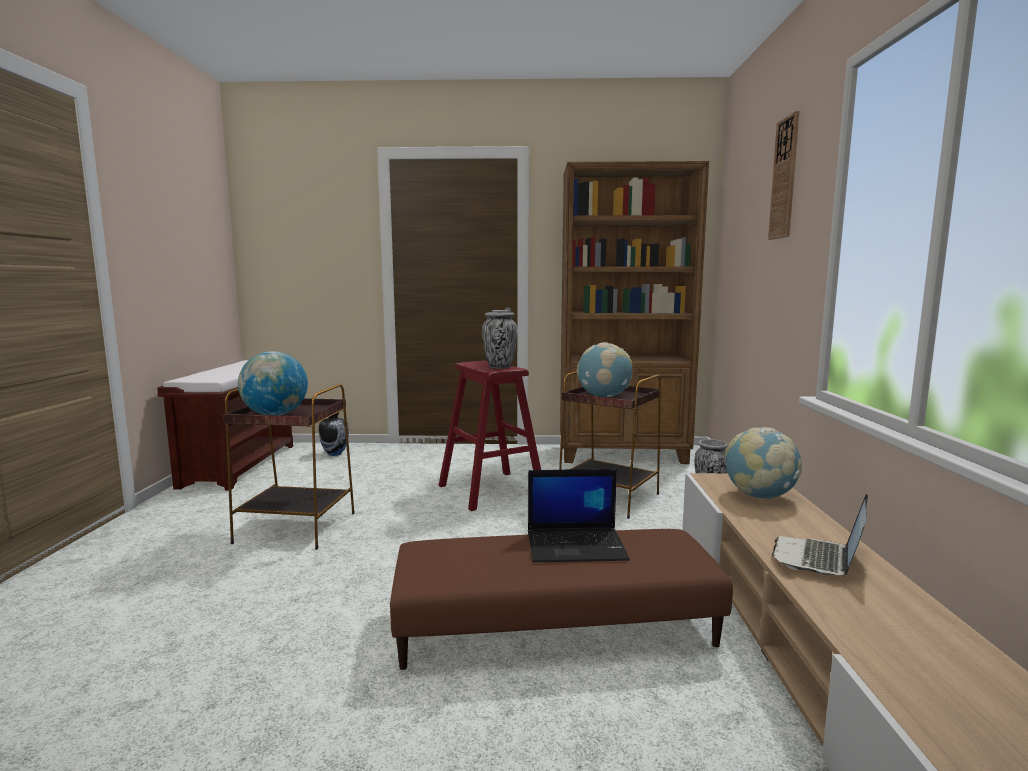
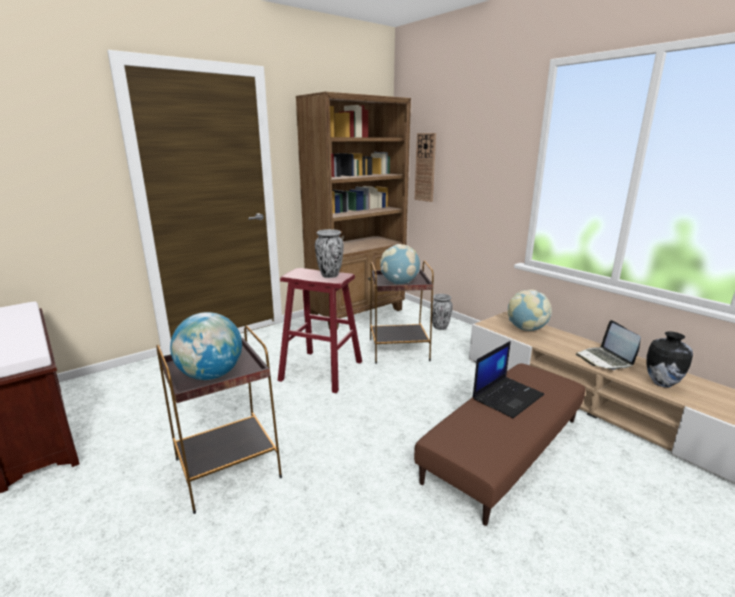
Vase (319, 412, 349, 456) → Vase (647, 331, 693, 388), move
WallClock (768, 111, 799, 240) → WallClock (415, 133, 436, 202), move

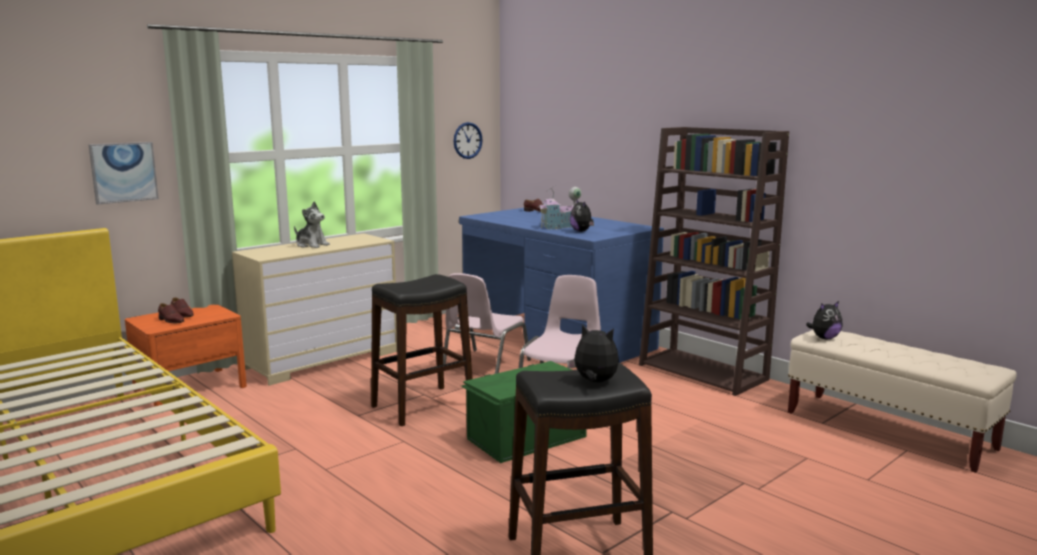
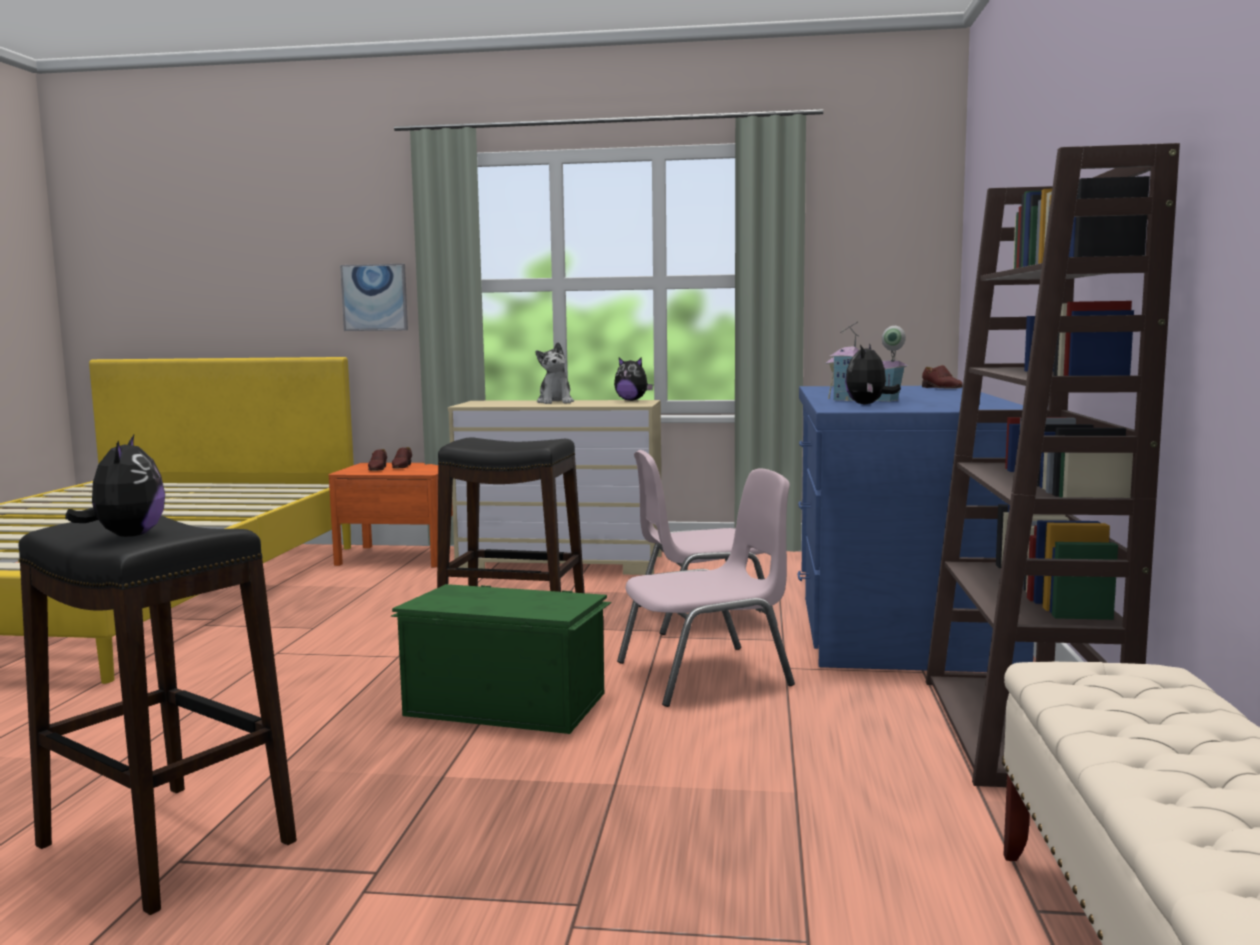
WallClock (453, 122, 483, 159) → -
PlushToy (806, 301, 843, 339) → PlushToy (614, 357, 653, 401), move

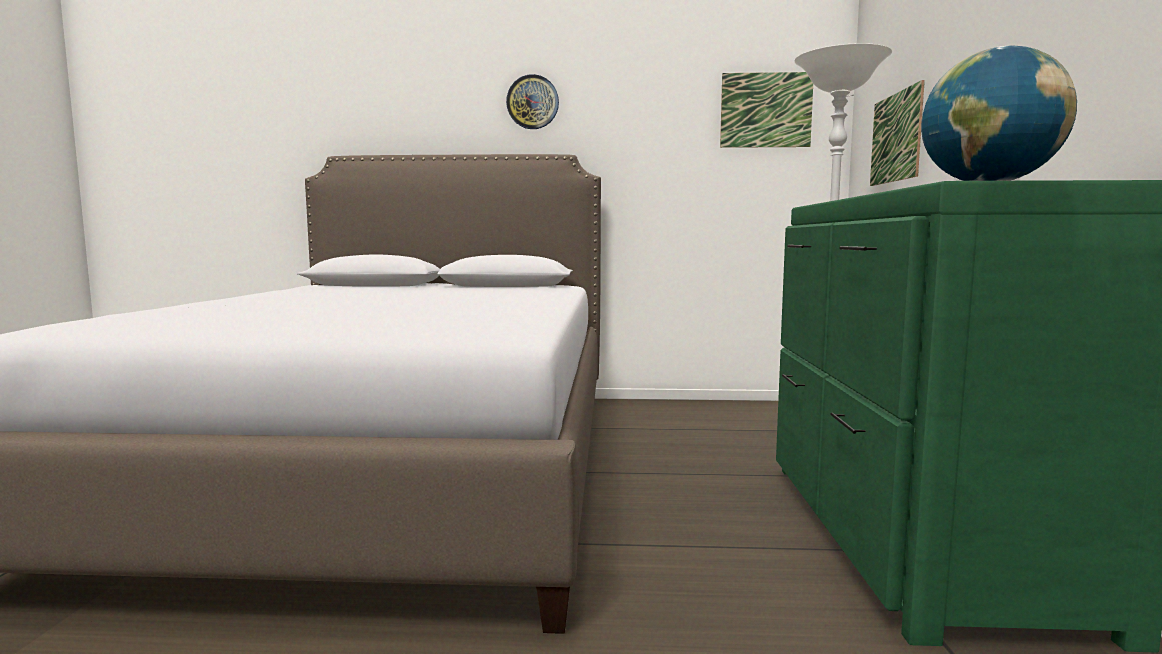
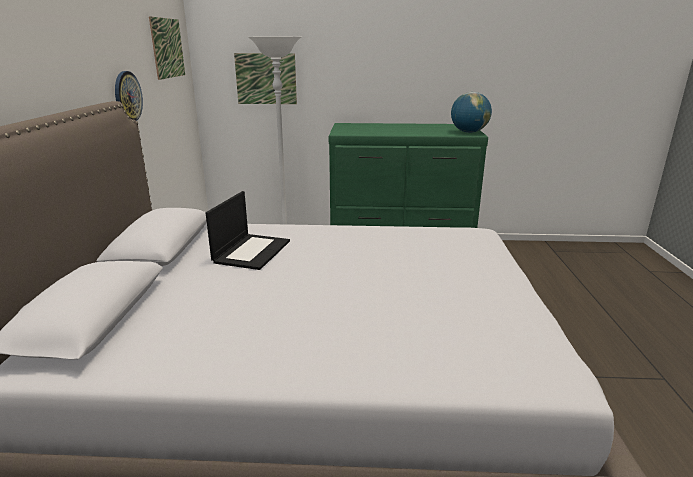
- → Laptop (206, 191, 290, 270)
WallClock (506, 74, 559, 129) → WallClock (115, 71, 143, 121), move

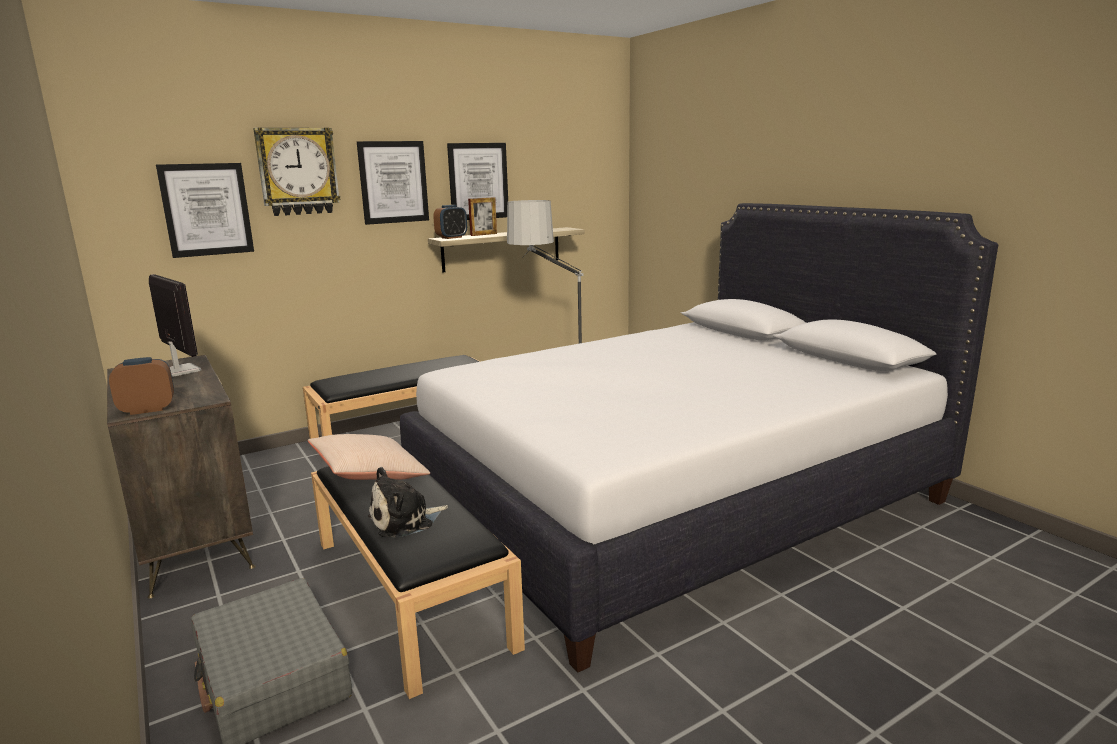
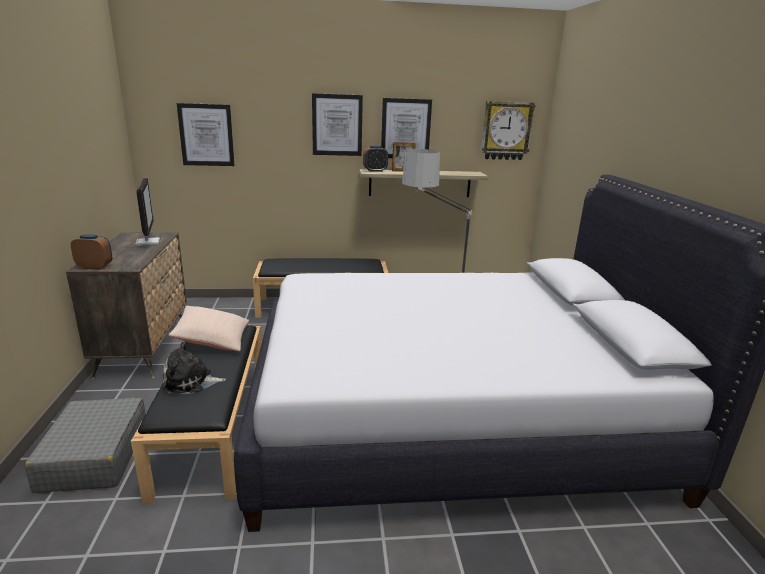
WallClock (253, 127, 340, 216) → WallClock (481, 101, 536, 160), move

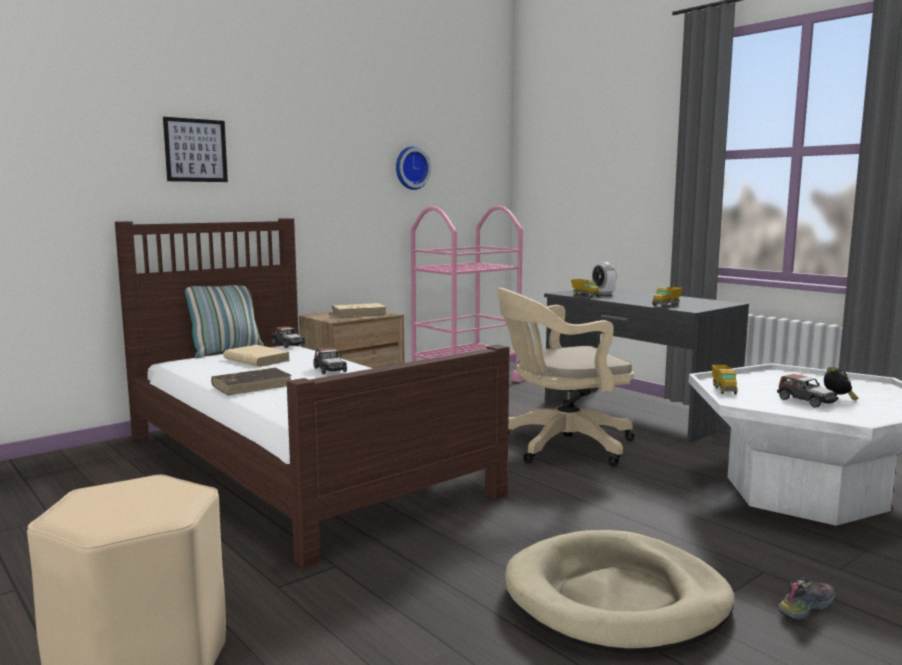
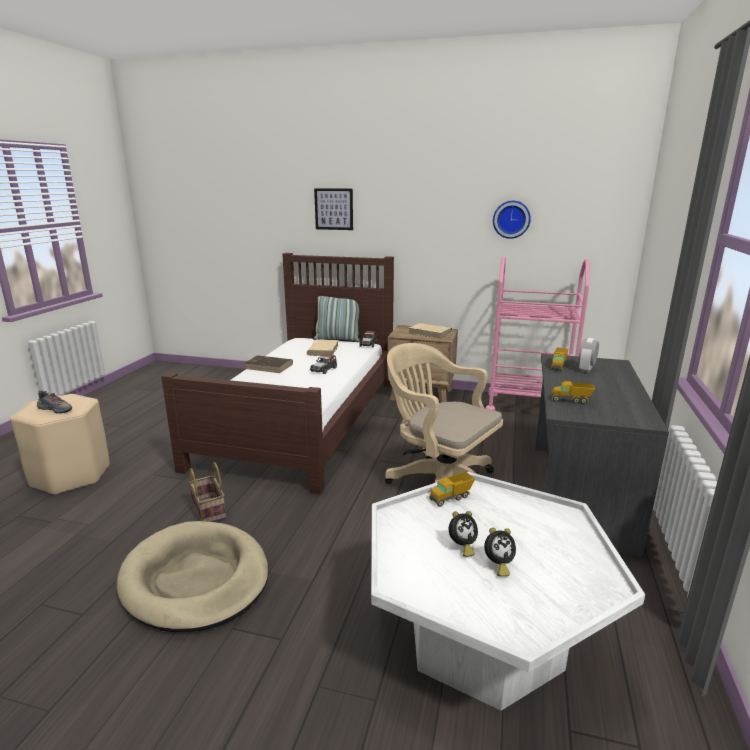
- → Basket (189, 462, 226, 522)
Shoe (778, 577, 835, 621) → Shoe (37, 390, 72, 414), move
ToyCar (777, 374, 839, 407) → AlarmClock (449, 511, 478, 557)

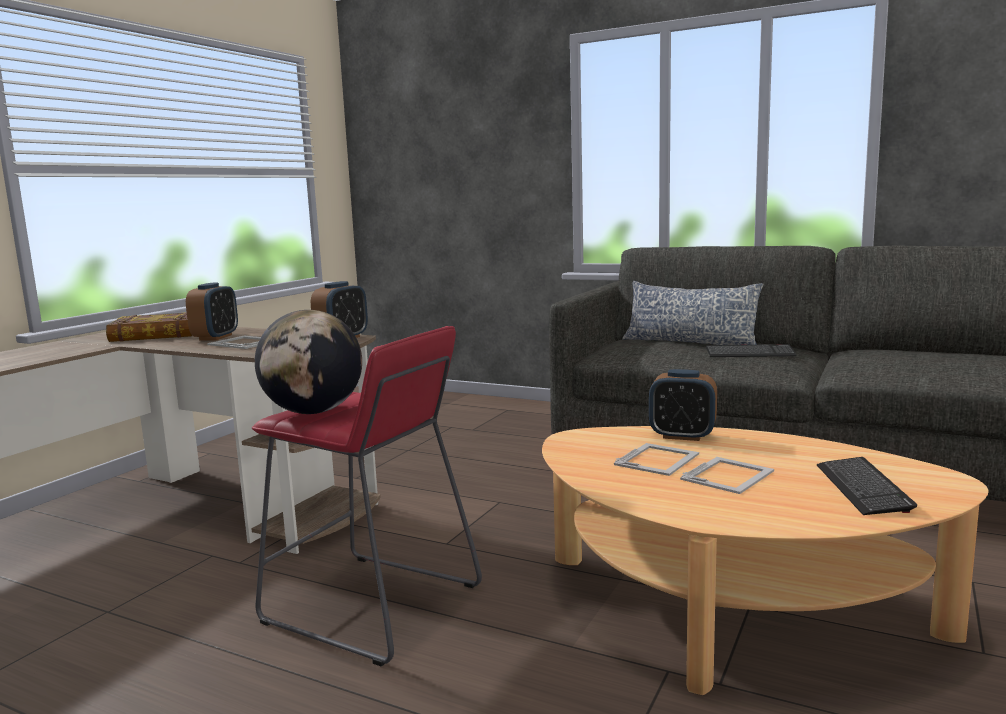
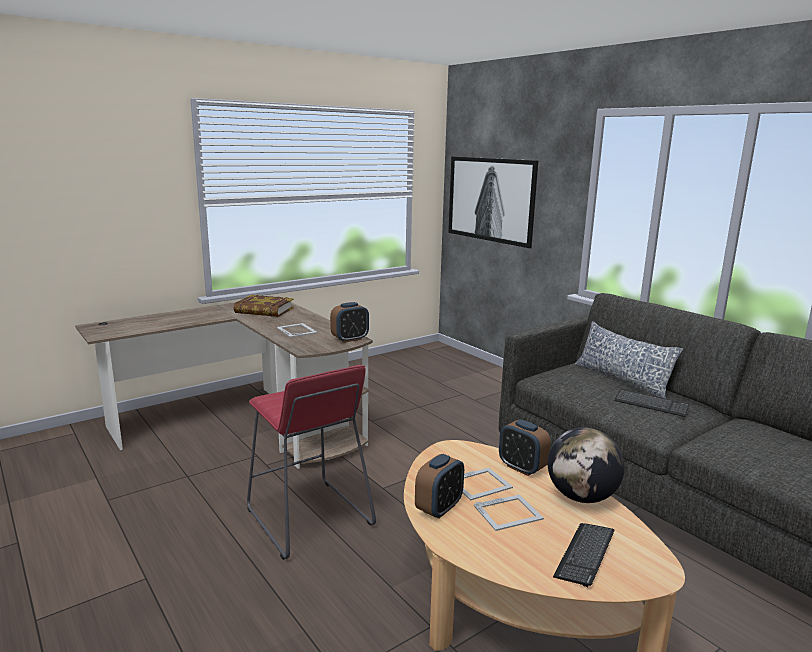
- → Picture (448, 157, 538, 248)
AlarmClock (186, 283, 238, 340) → AlarmClock (415, 454, 464, 519), move
Globe (255, 310, 362, 414) → Globe (547, 427, 625, 503), move

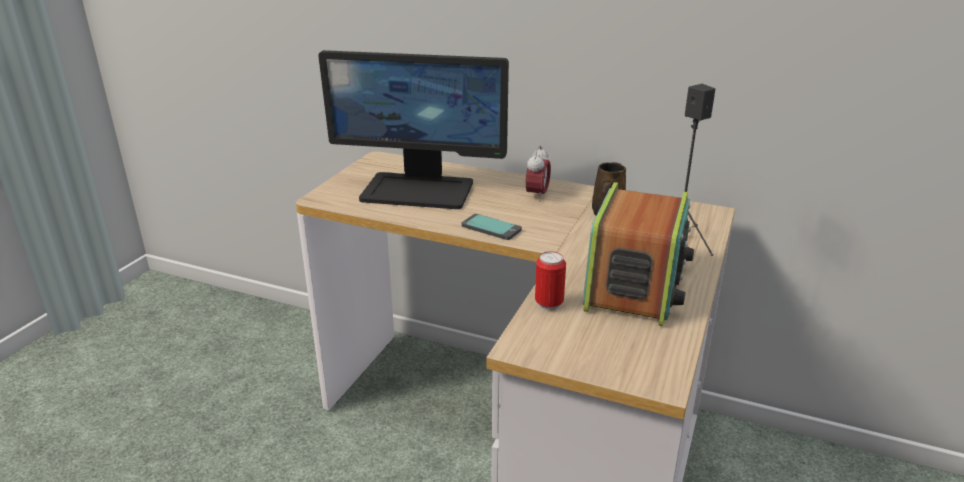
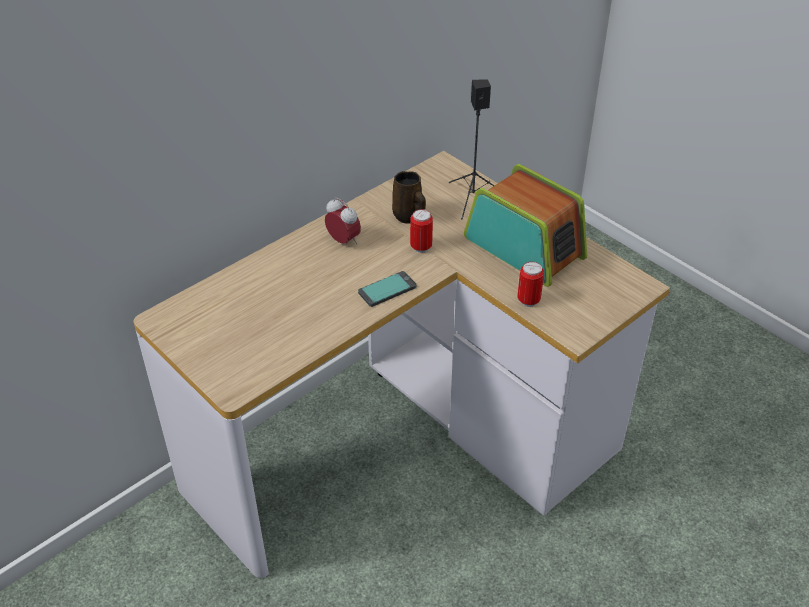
Monitor (318, 50, 509, 209) → -
- → Can (410, 209, 433, 253)

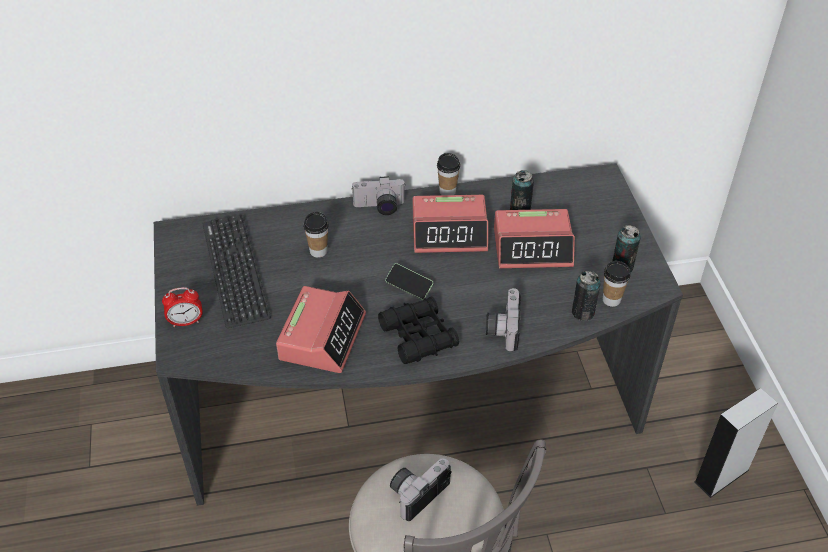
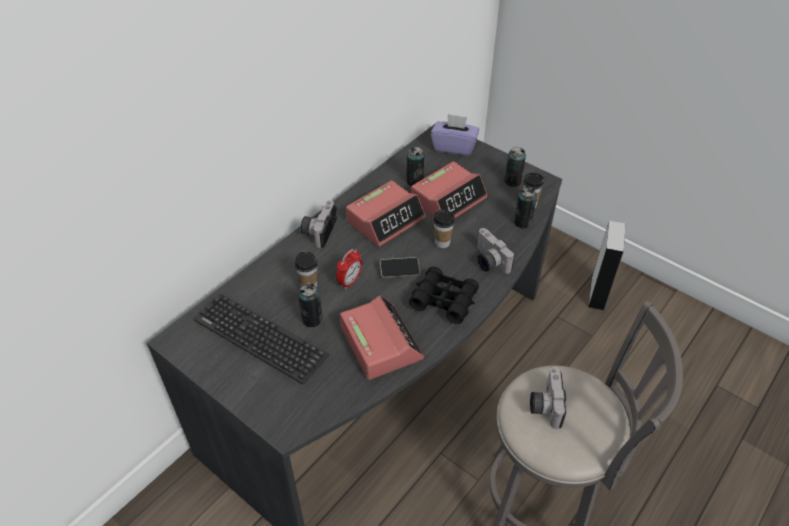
- → Can (298, 283, 323, 328)
- → PurpleTissueBox (431, 114, 479, 155)
AlarmClock (162, 287, 203, 327) → AlarmClock (336, 249, 363, 290), move
Cup (437, 153, 460, 195) → Cup (433, 209, 455, 248), move
PhotoCamera (352, 176, 406, 215) → PhotoCamera (301, 201, 337, 248), 150 degrees clockwise

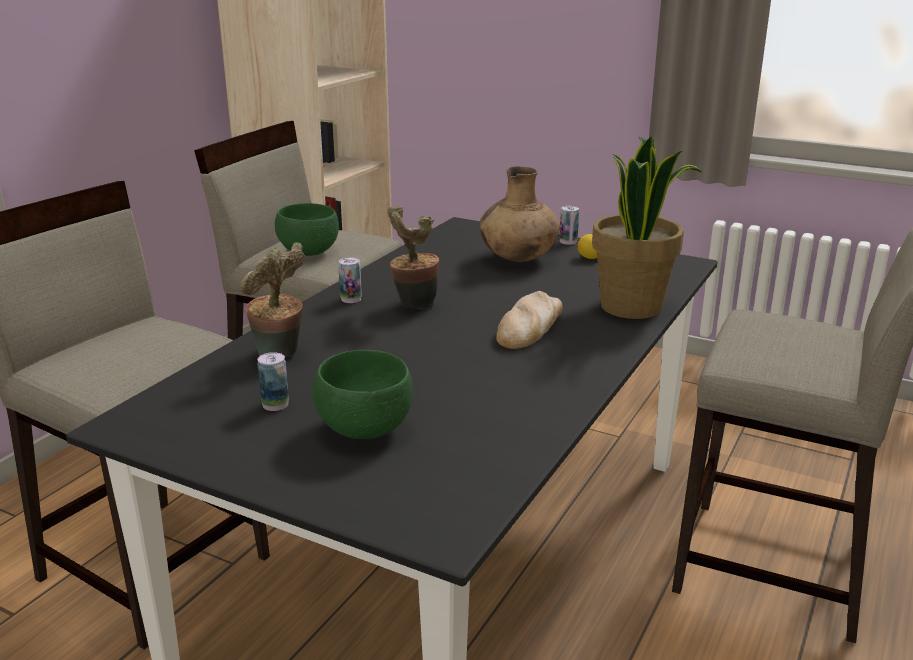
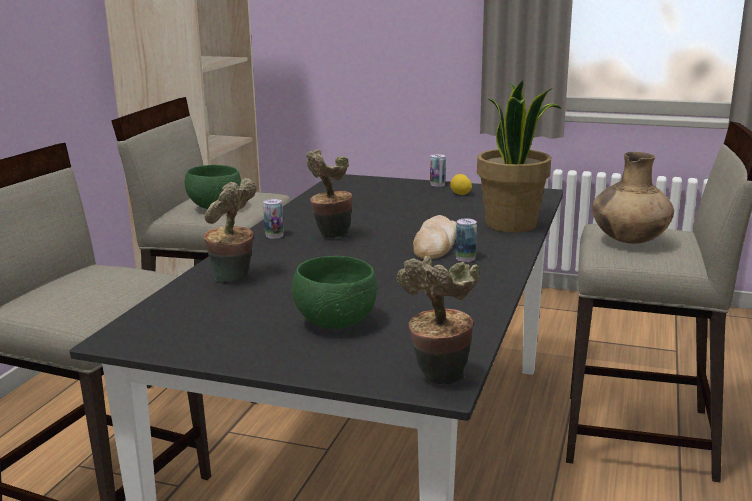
- → PottedPlant (397, 256, 480, 384)
Can (258, 352, 289, 411) → Can (456, 219, 477, 262), move
BrownVase (479, 166, 560, 262) → BrownVase (592, 152, 674, 244), move

